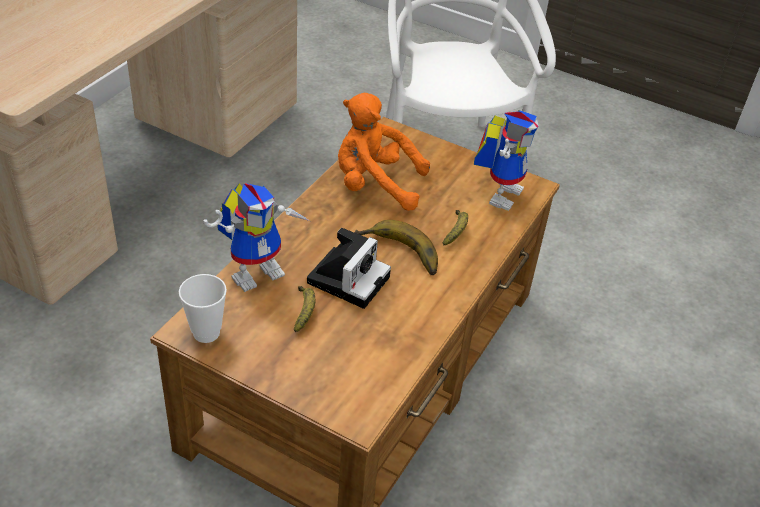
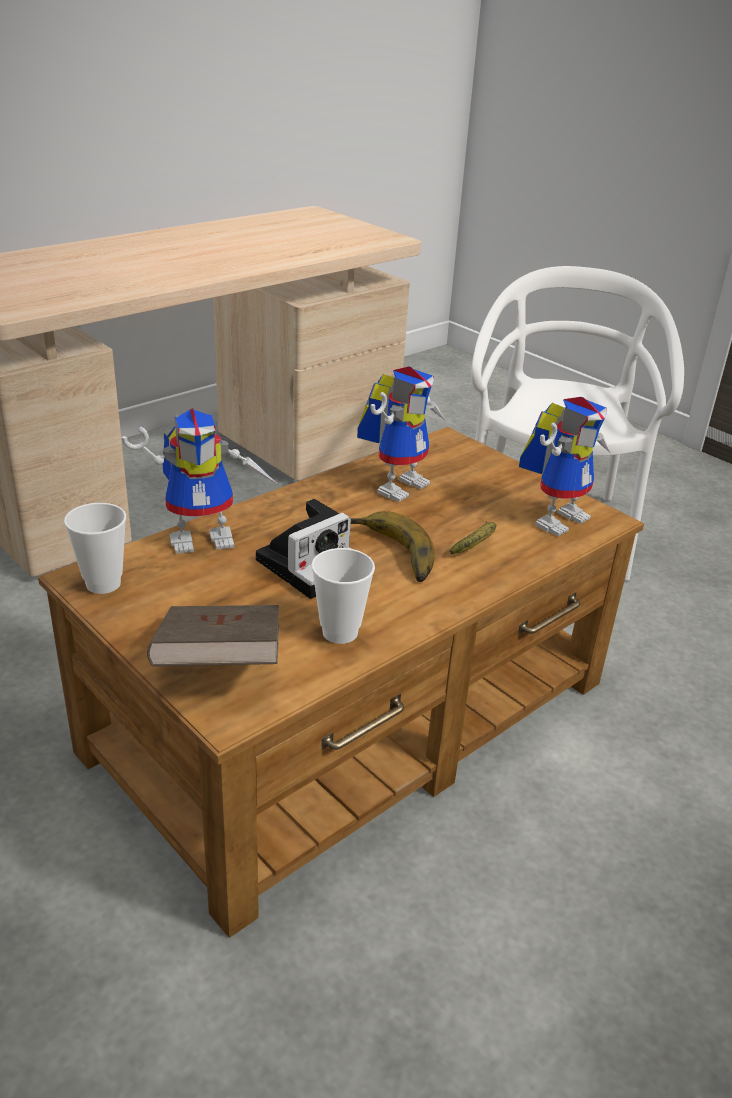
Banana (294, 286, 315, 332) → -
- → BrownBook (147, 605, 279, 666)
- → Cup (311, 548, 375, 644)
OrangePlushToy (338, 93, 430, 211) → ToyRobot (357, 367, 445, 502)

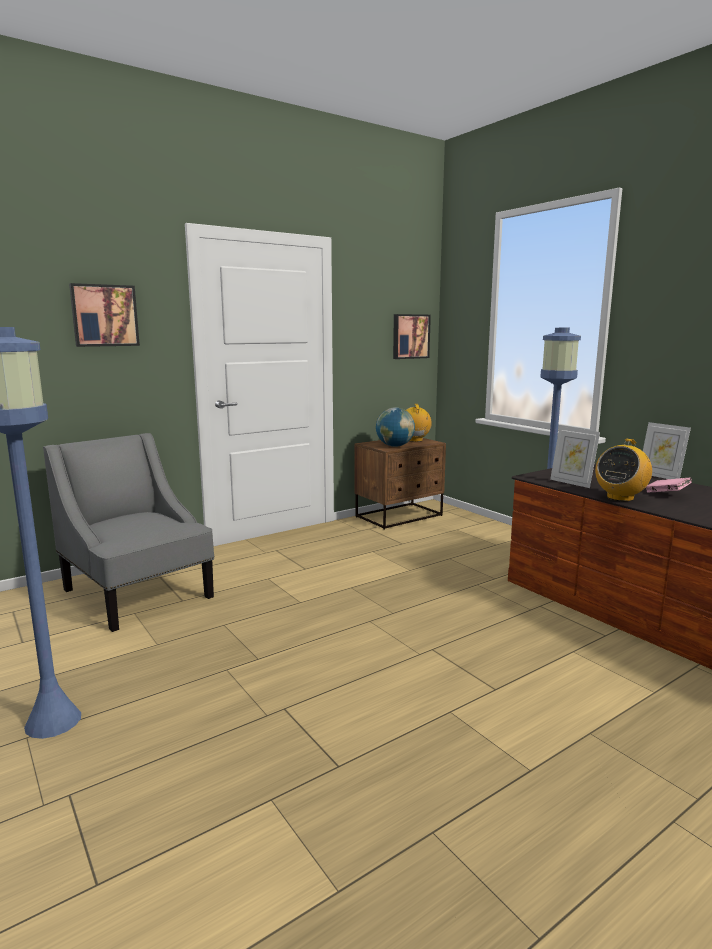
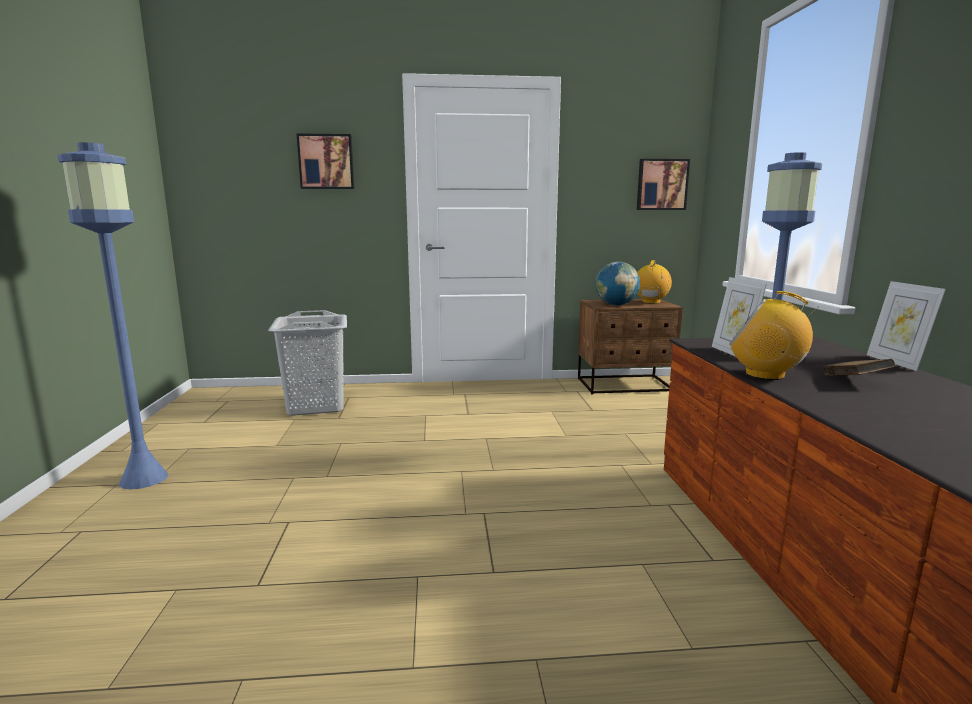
GreyArmchair (43, 433, 215, 632) → GreyLaundryBasket (268, 310, 347, 416)
PinkBook (646, 478, 692, 493) → BrownBook (822, 359, 895, 376)
Radio (595, 439, 652, 501) → Radio (729, 291, 818, 380), 45 degrees clockwise

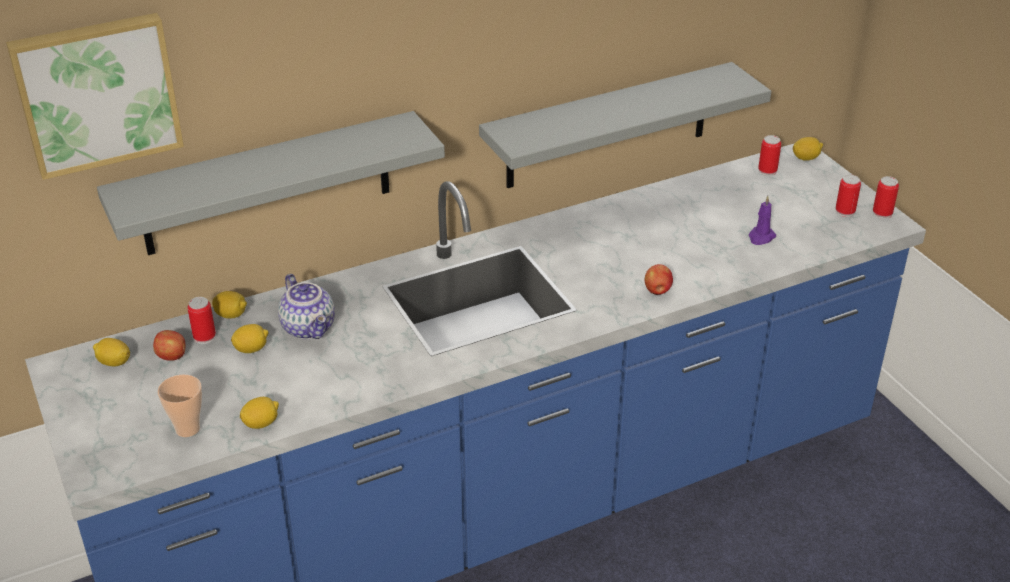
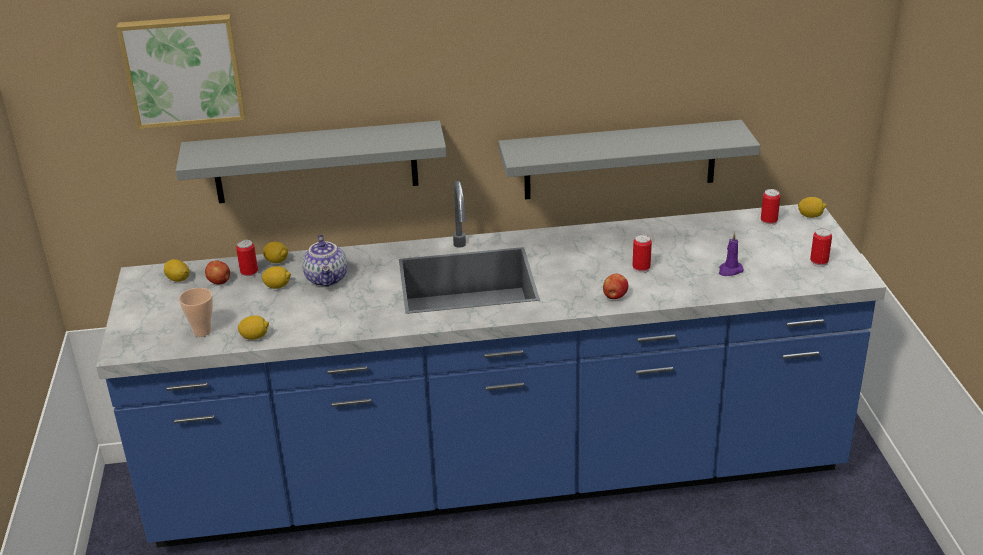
Can (873, 176, 899, 219) → Can (633, 234, 652, 273), move

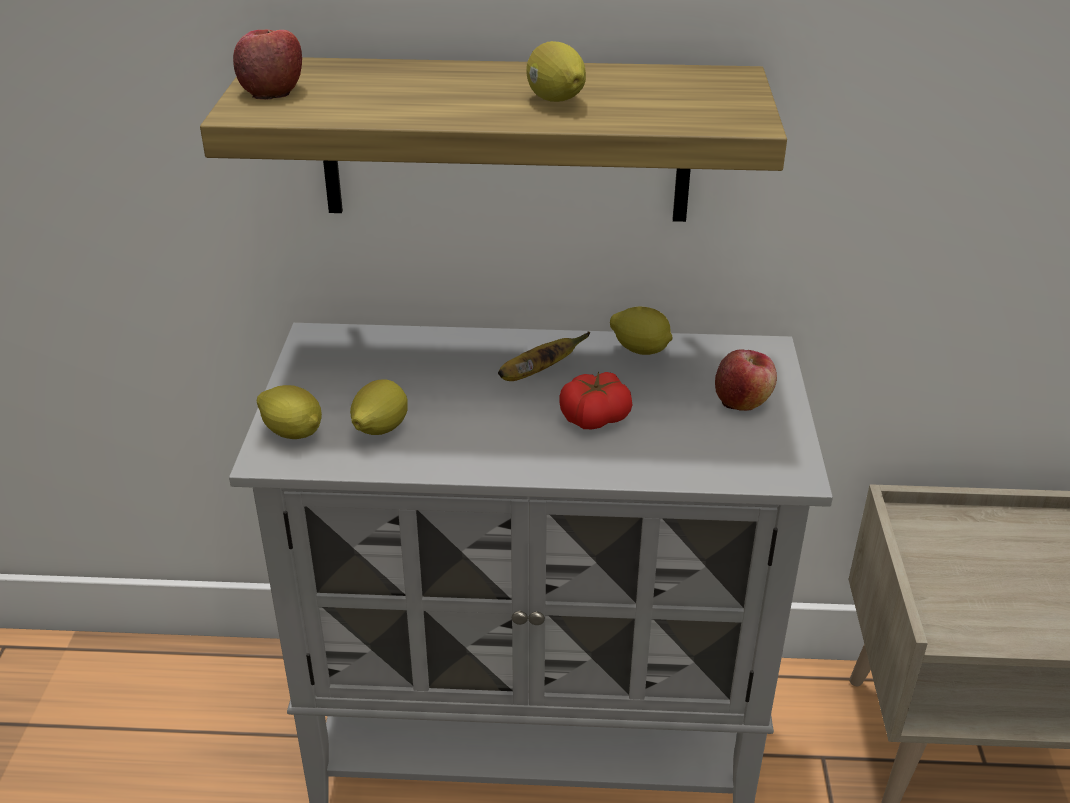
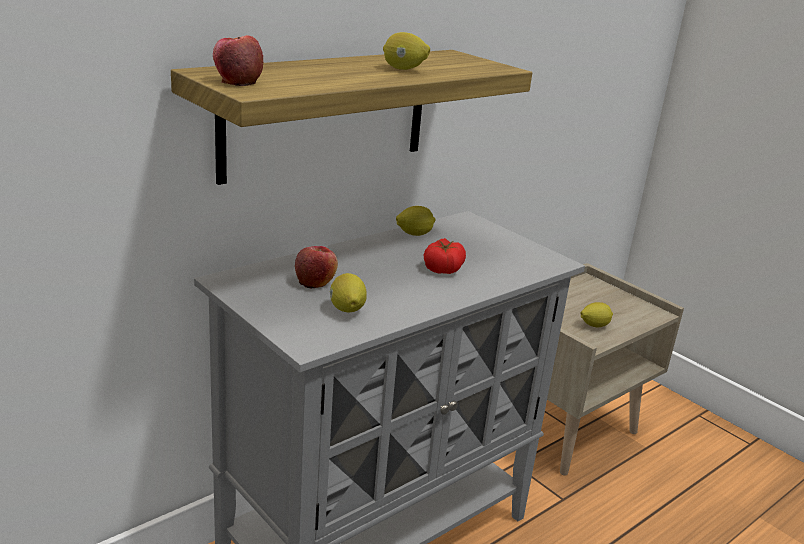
Banana (498, 331, 590, 381) → -
Lemon (257, 385, 322, 439) → Lemon (580, 302, 613, 327), move
Apple (715, 349, 777, 411) → Apple (295, 246, 338, 288), move

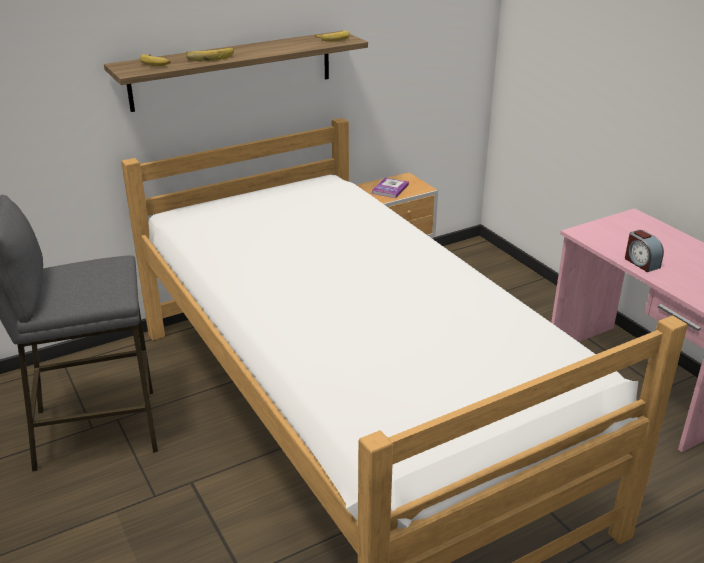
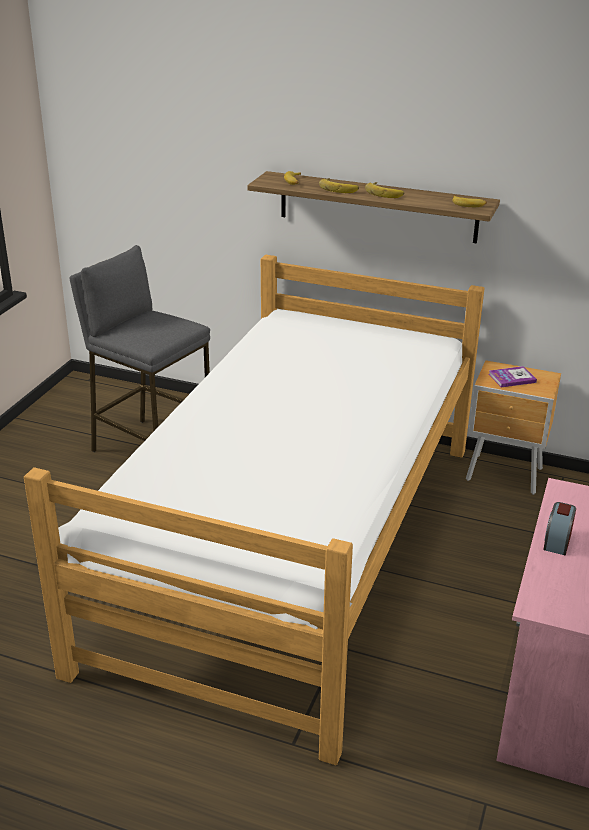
- → Banana (365, 182, 404, 198)

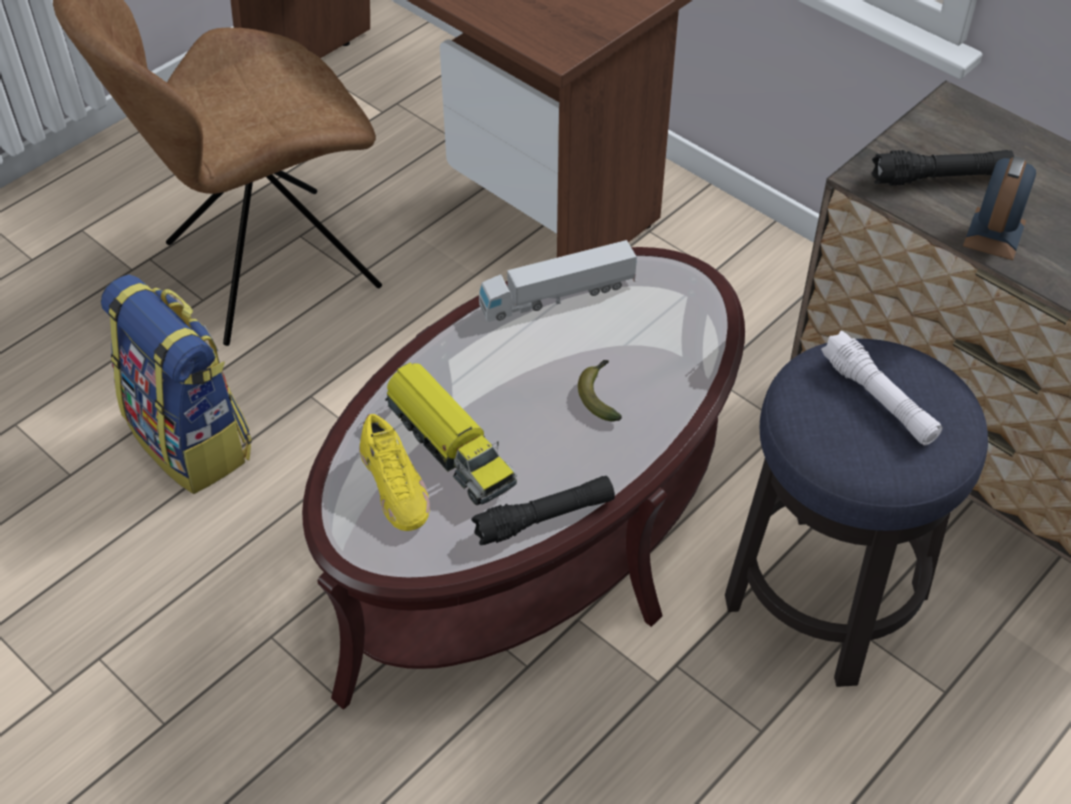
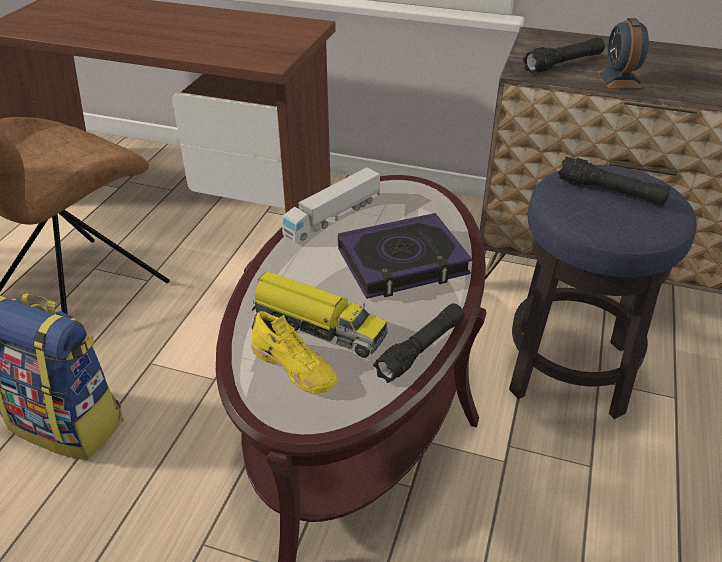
Banana (578, 360, 622, 422) → Book (338, 213, 472, 299)
WhiteFlashlight (821, 330, 943, 446) → BlackFlashlight (558, 157, 670, 206)

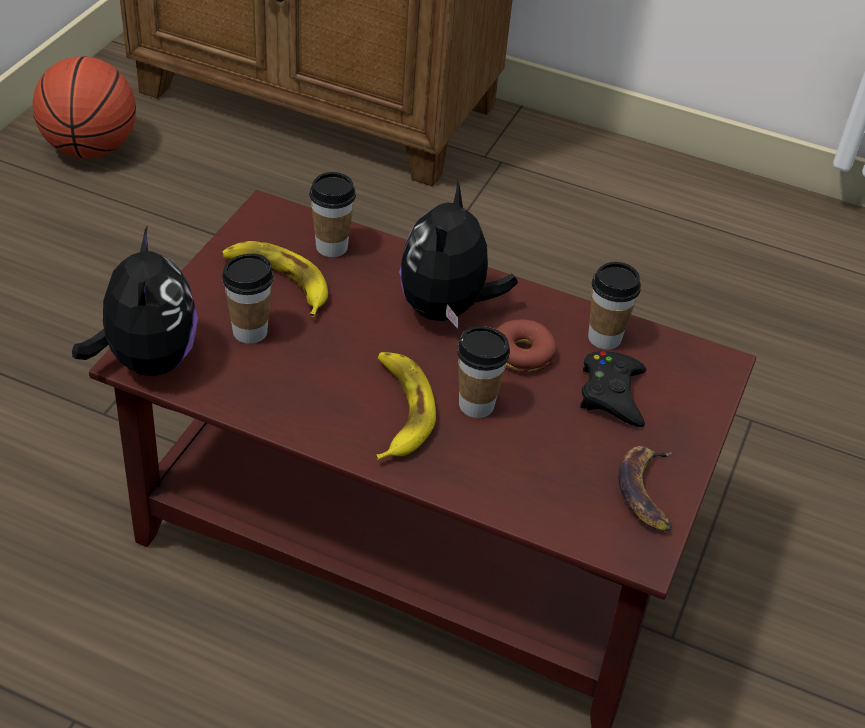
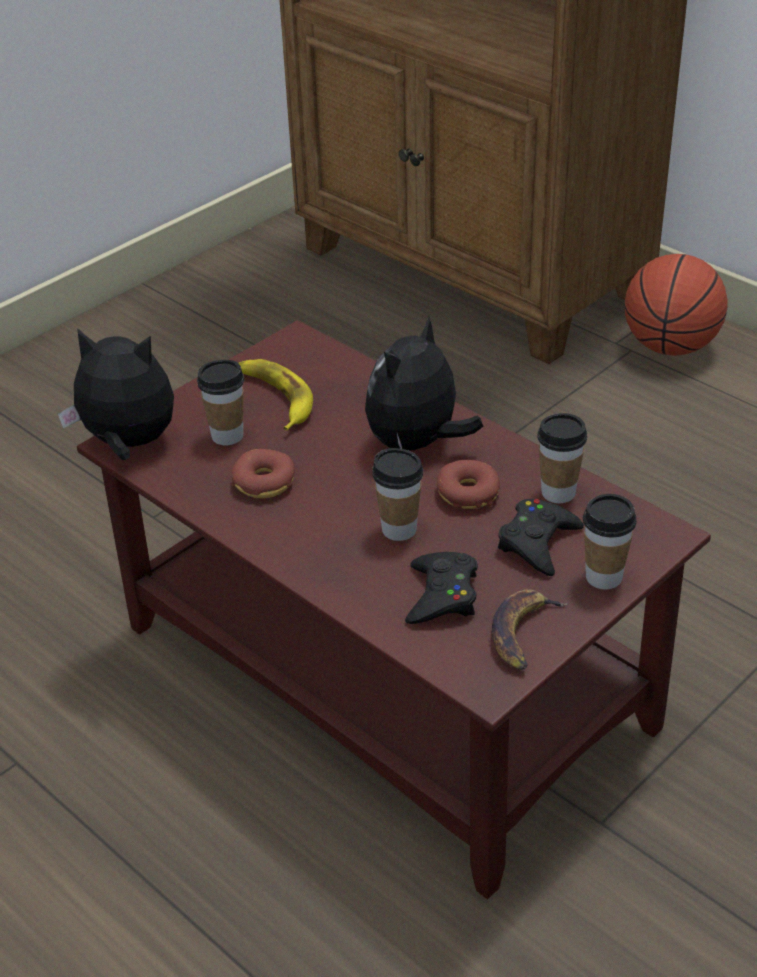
Banana (376, 352, 436, 460) → -
- → Donut (231, 449, 295, 498)
- → BlackGameController (405, 552, 478, 624)
Basketball (33, 56, 136, 158) → Basketball (625, 254, 728, 356), move
Cup (309, 172, 356, 257) → Cup (583, 494, 636, 589), move
PlushToy (72, 225, 198, 376) → PlushToy (58, 328, 174, 460), 90 degrees counterclockwise

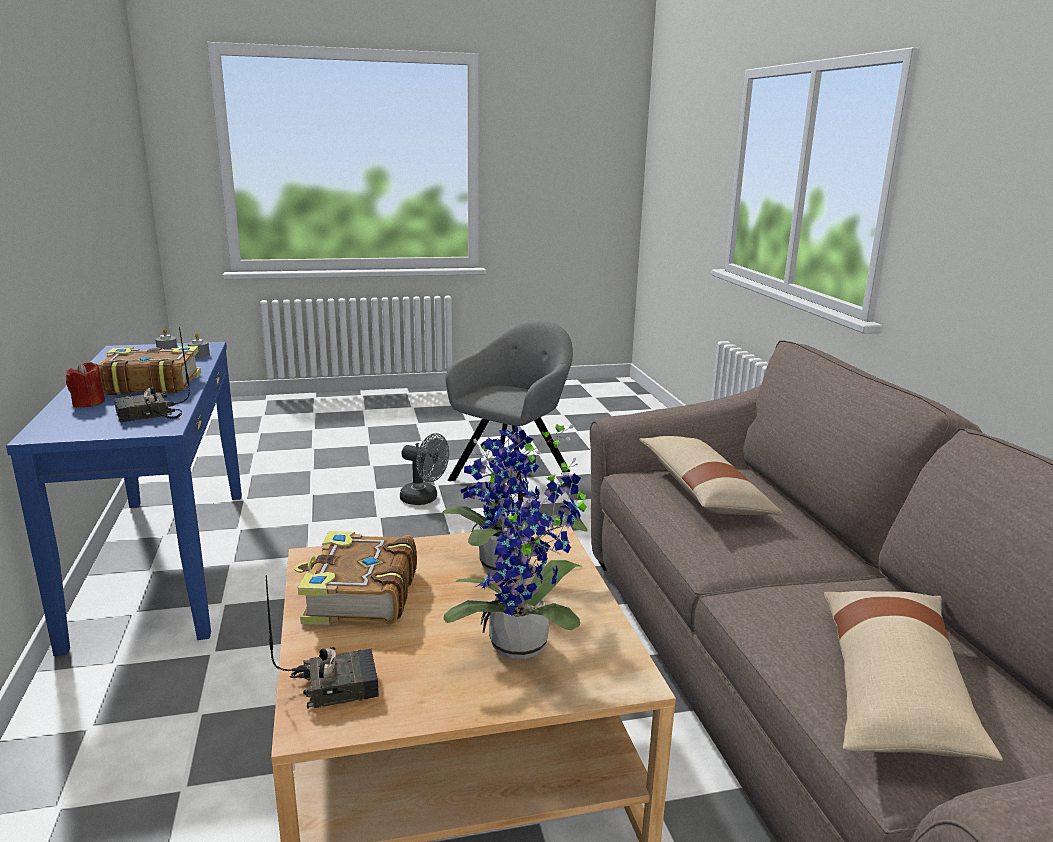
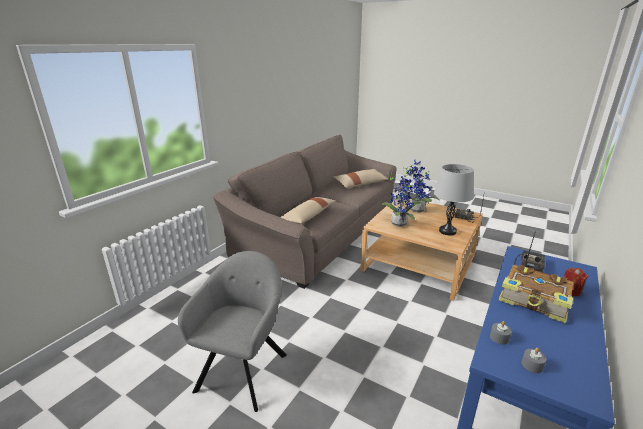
GreyFan (400, 433, 449, 505) → -
Book (294, 531, 417, 625) → GreyTableLamp (434, 164, 474, 235)
Radio (114, 327, 190, 423) → Radio (514, 230, 545, 273), 75 degrees counterclockwise
GreyArmchair (445, 320, 573, 502) → GreyArmchair (178, 251, 287, 412), 120 degrees clockwise

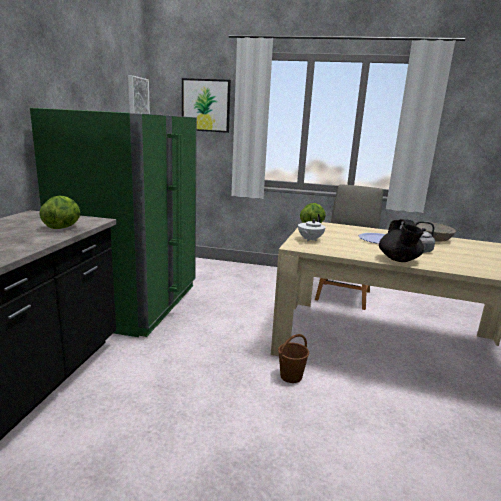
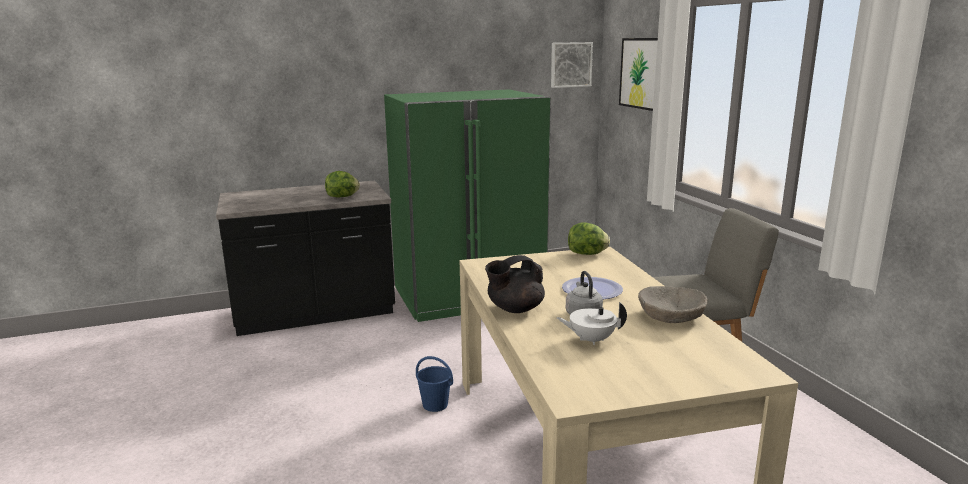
WhiteTeapot (298, 214, 325, 241) → WhiteTeapot (557, 302, 627, 345), move
BrownBucket (278, 334, 309, 383) → BlueBucket (416, 356, 453, 412)

